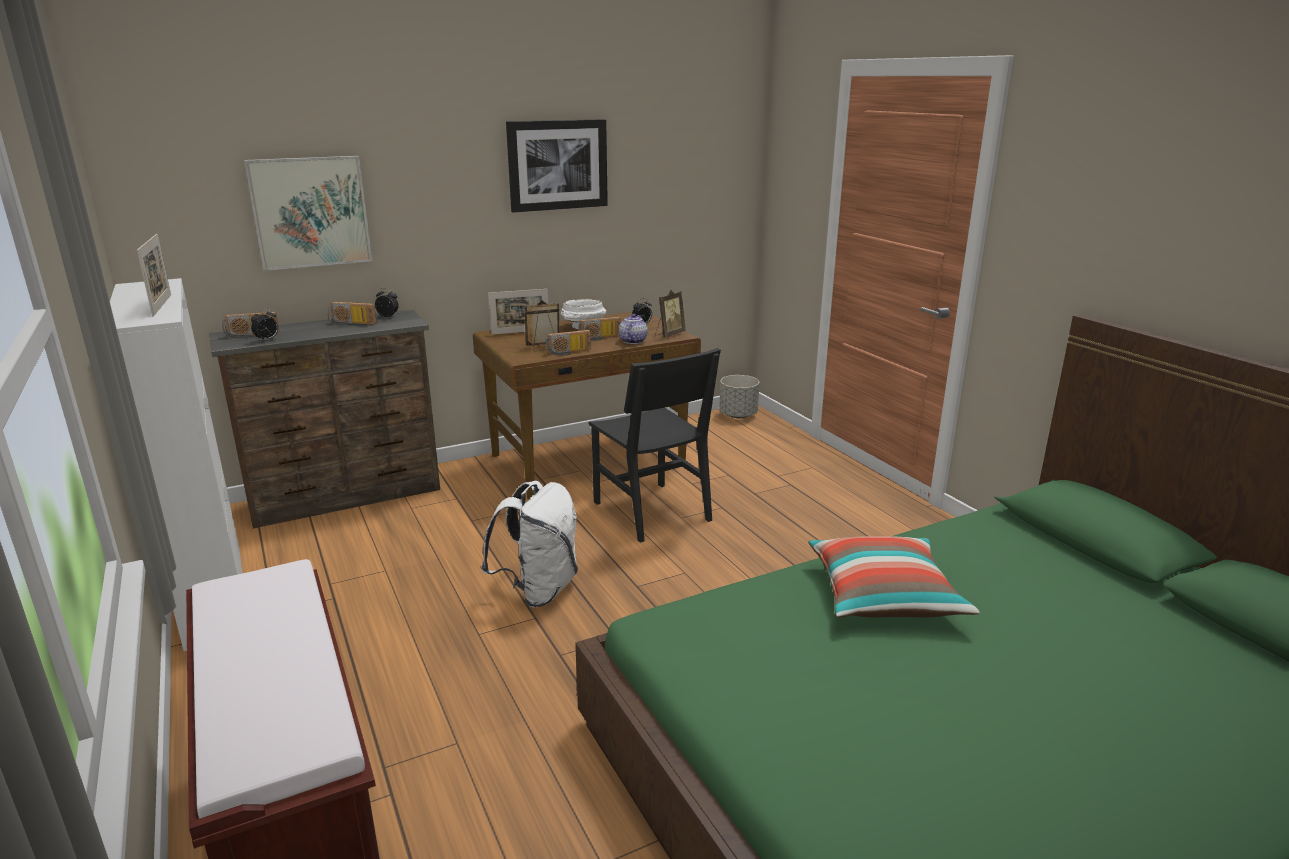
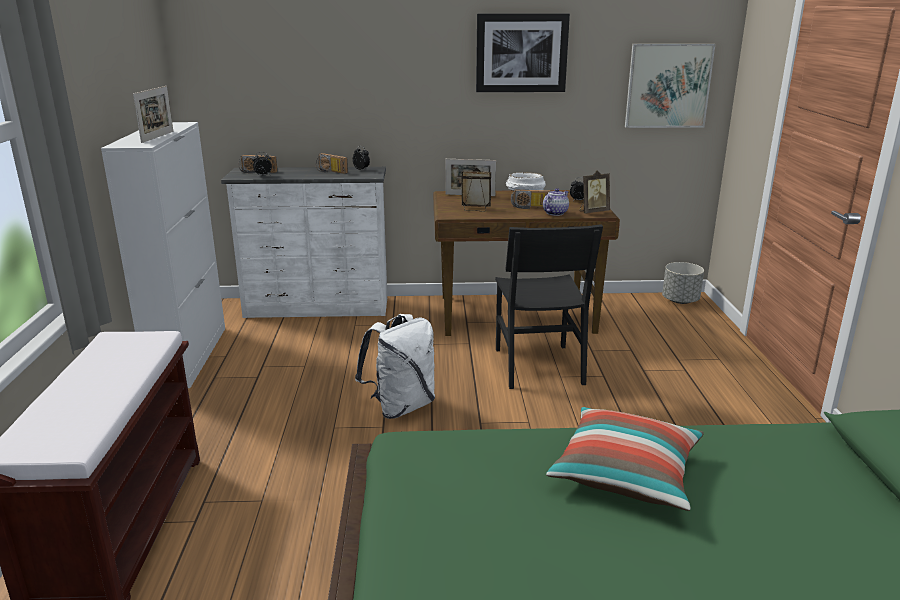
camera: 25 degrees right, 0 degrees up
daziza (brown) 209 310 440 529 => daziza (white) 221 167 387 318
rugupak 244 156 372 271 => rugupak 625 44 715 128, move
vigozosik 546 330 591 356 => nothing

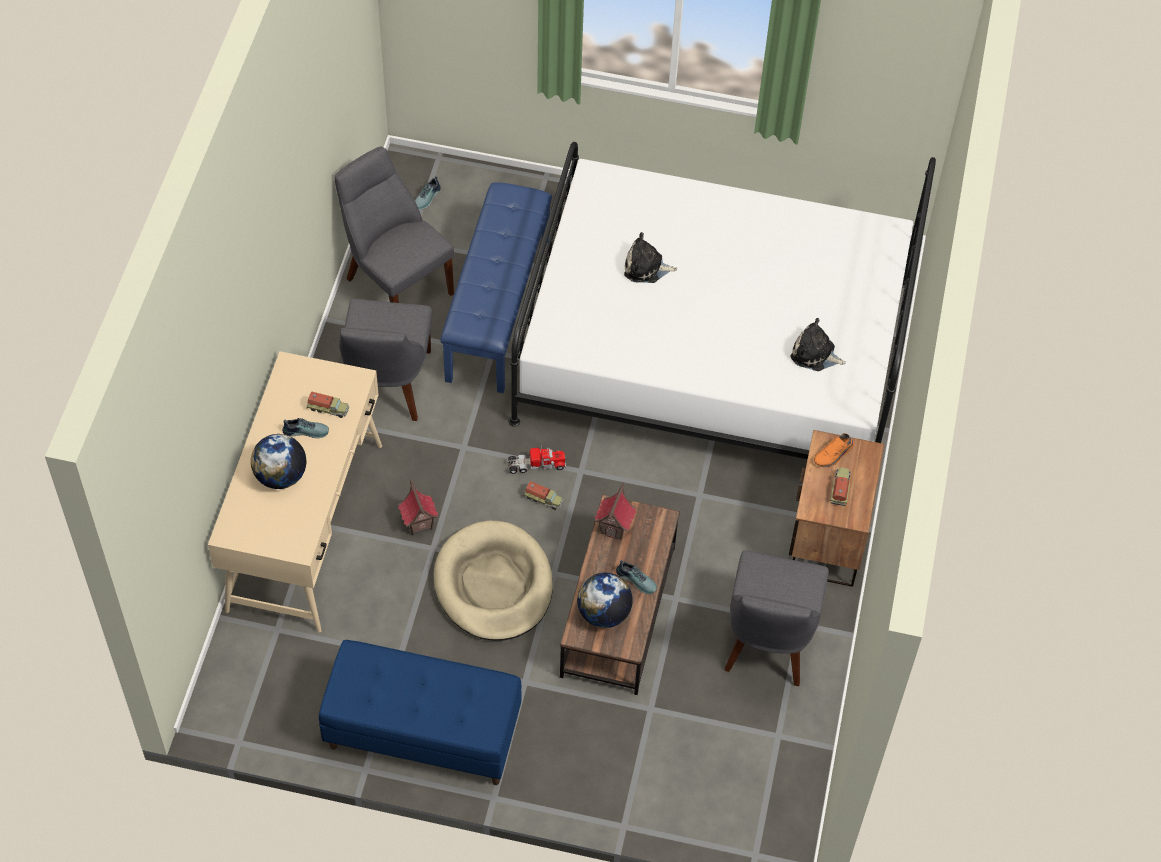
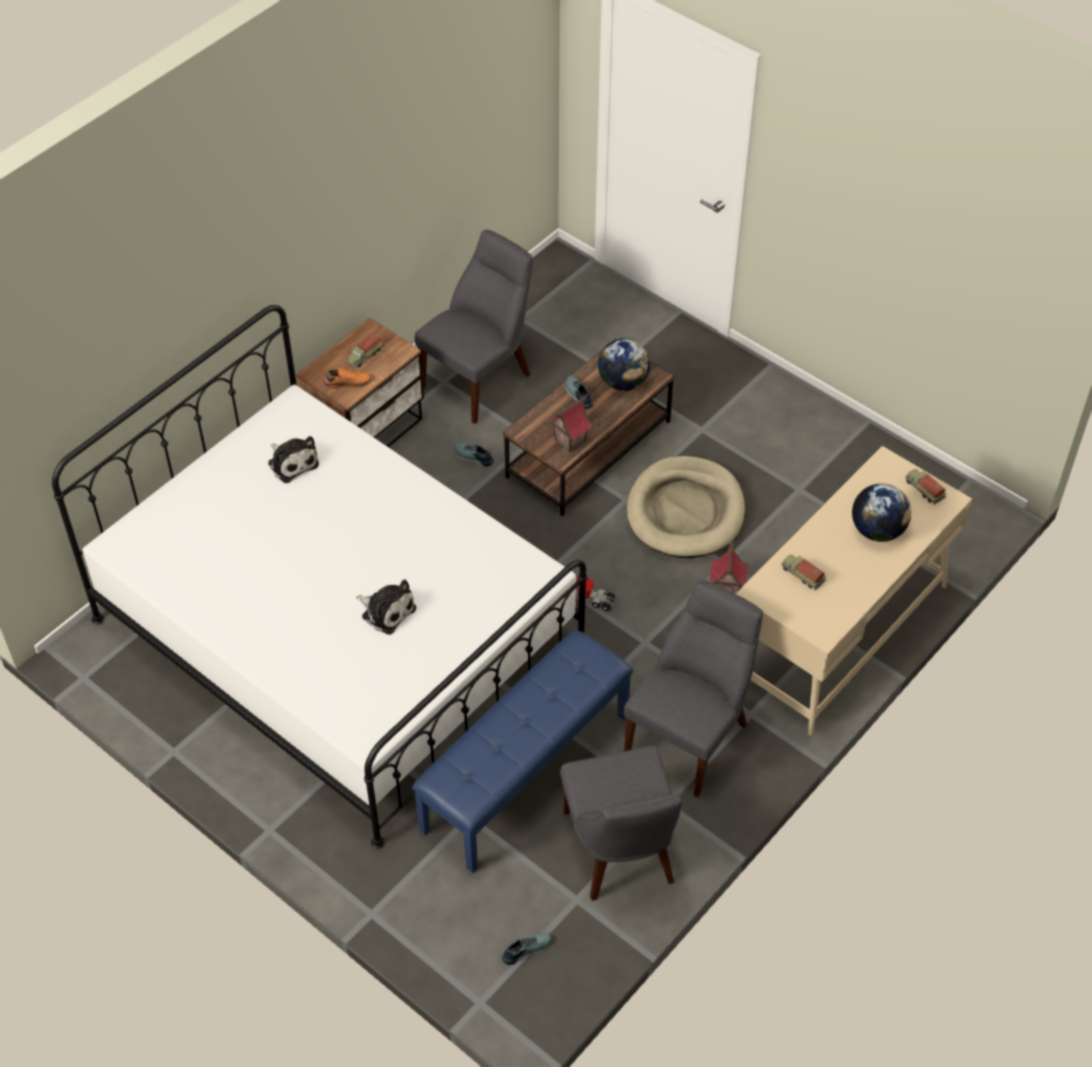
camera: 150 degrees left, 5 degrees down
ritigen 282 418 329 438 => ritigen 454 443 494 467, move
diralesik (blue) 319 640 522 785 => nothing
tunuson 523 481 564 510 => tunuson 905 469 946 505, move

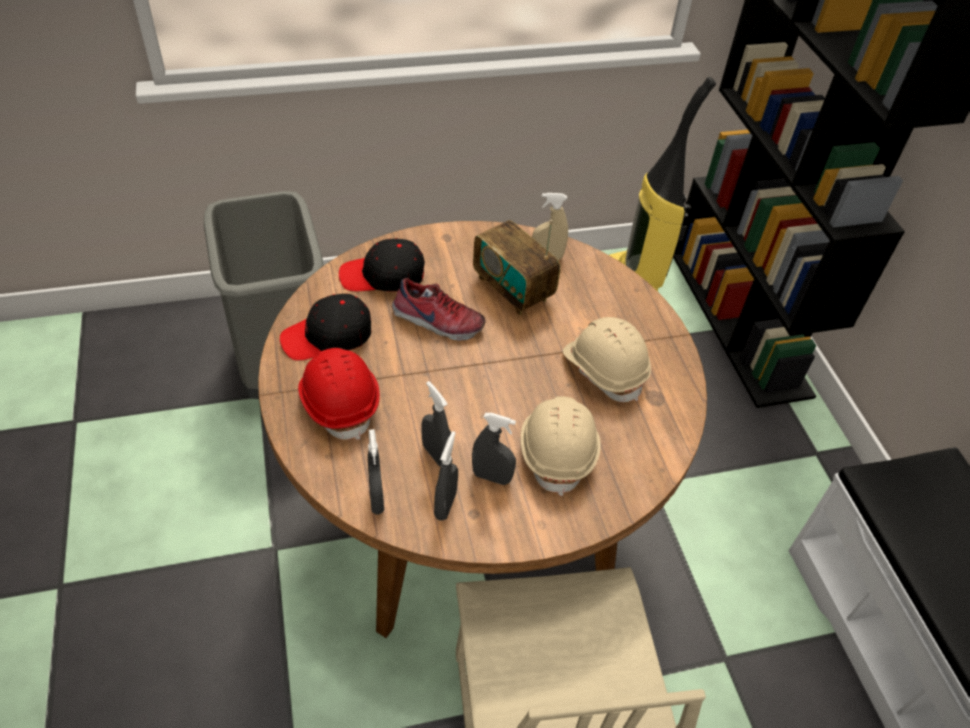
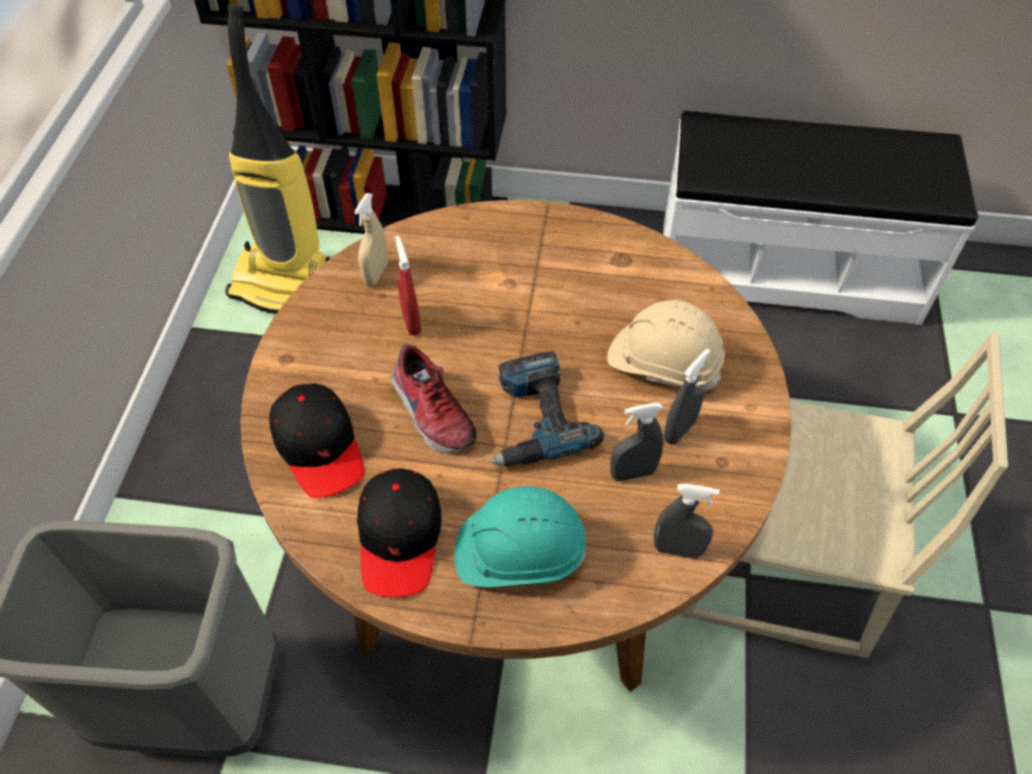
camera: 65 degrees left, 5 degrees up
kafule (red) 298 348 380 440 => kafule (turquoise) 454 486 586 587
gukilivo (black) 339 238 425 291 => gukilivo (black) 269 383 365 498, 45 degrees counterclockwise
ritigen 392 278 486 341 => ritigen 390 345 477 454, 105 degrees clockwise
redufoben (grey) 434 431 458 521 => nothing
vigozosik 473 220 561 315 => redufoben (red) 395 236 421 335
kafule (beige) 563 317 651 402 => nothing
nothing => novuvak 490 351 604 466

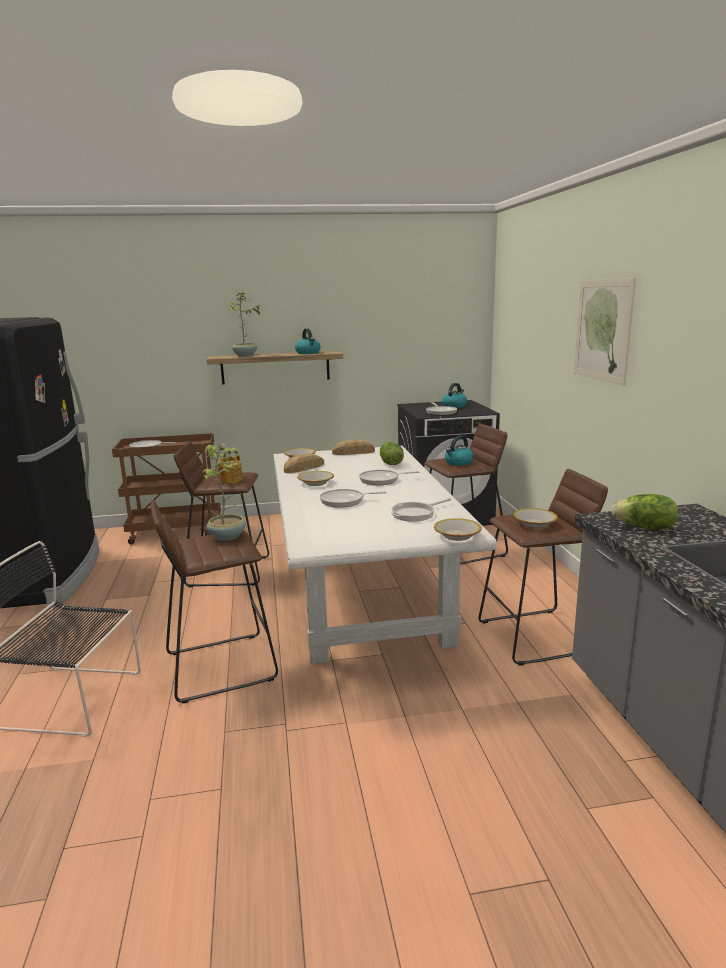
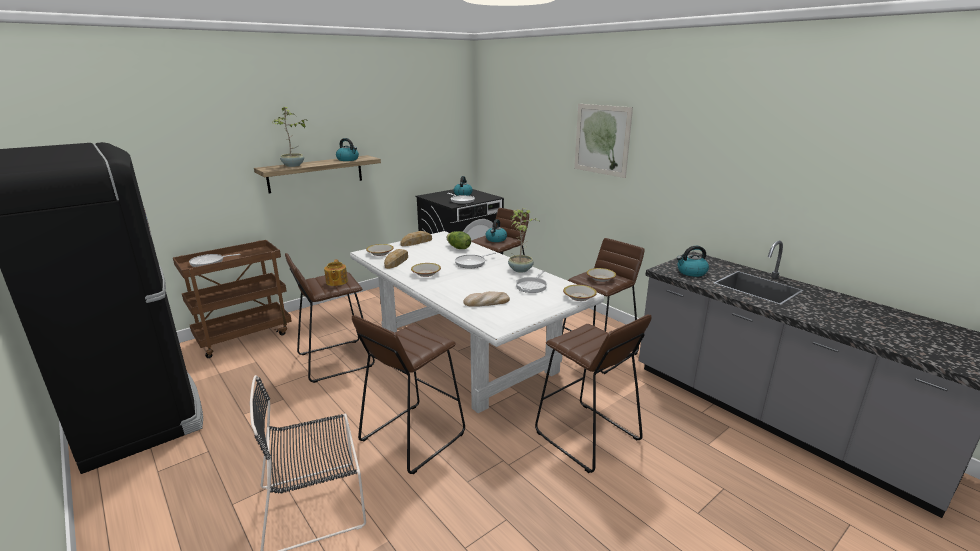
camera: 30 degrees left, 5 degrees up
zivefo 201 444 246 541 => zivefo 508 208 539 273, move
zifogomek 320 489 387 508 => nothing
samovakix 612 494 678 530 => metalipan 677 246 709 277
nothing => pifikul 463 291 510 307
nothing => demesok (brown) 535 315 652 473

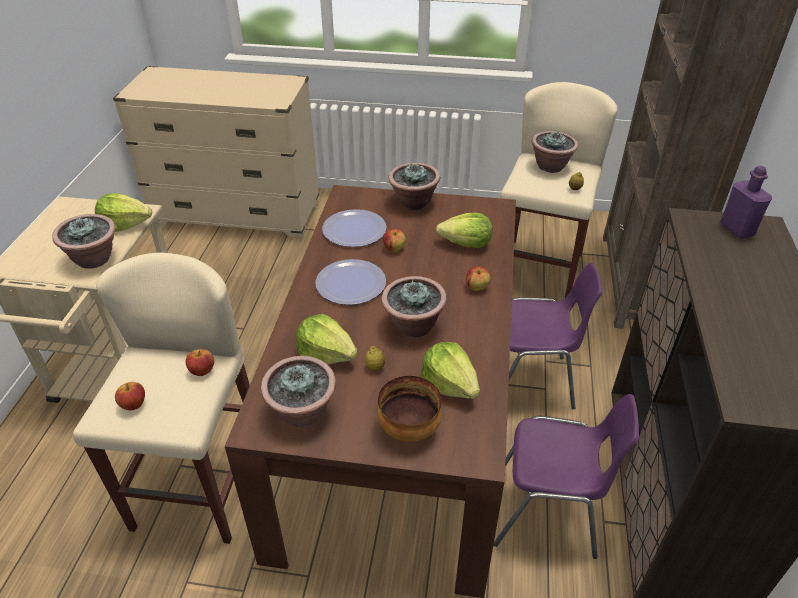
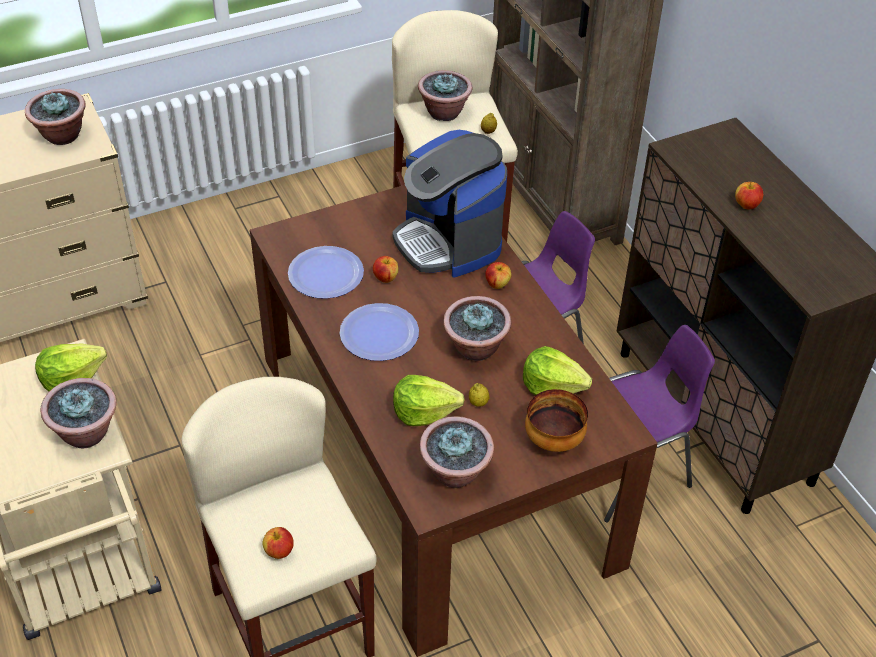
camera: 35 degrees left, 5 degrees up
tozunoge 185 349 214 376 => tozunoge 735 182 763 209, move
zivefo 388 163 440 210 => zivefo 25 89 86 145, move
samovakix 436 213 492 249 => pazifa 392 130 507 278
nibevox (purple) 720 166 772 238 => nothing

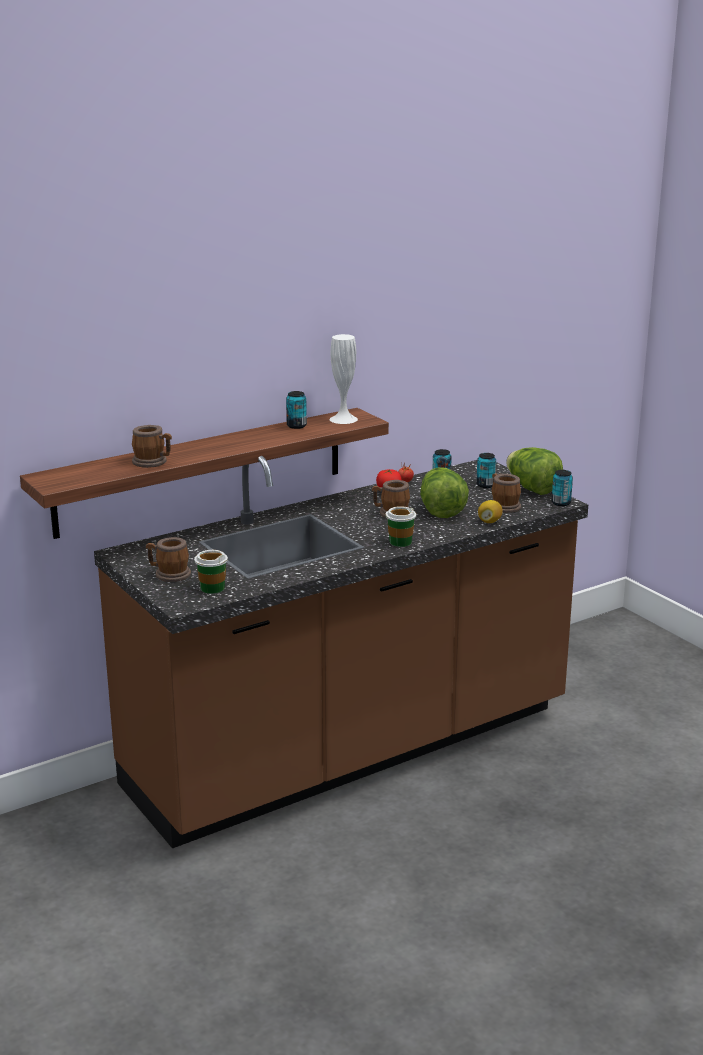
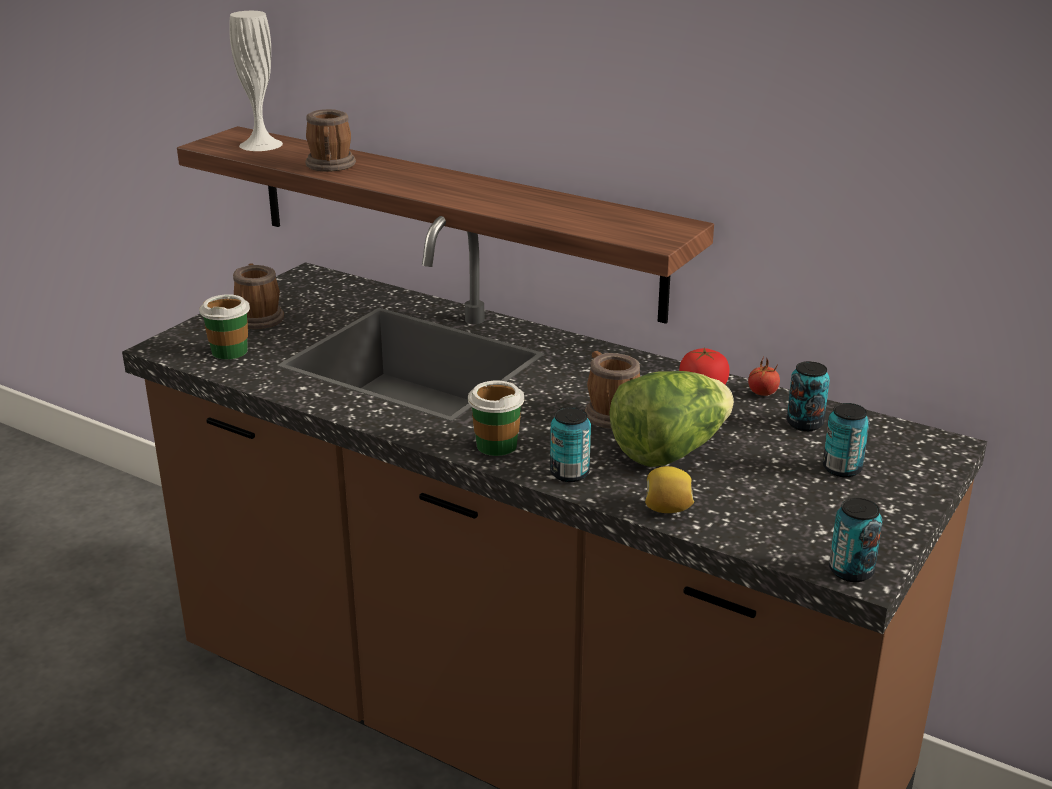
camera: 65 degrees right, 5 degrees up
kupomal 286 391 307 429 => kupomal 550 407 591 482, move
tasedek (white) 330 334 358 424 => tasedek (white) 229 11 283 151, move
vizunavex 492 473 521 513 => nothing
samovakix 506 447 563 495 => nothing

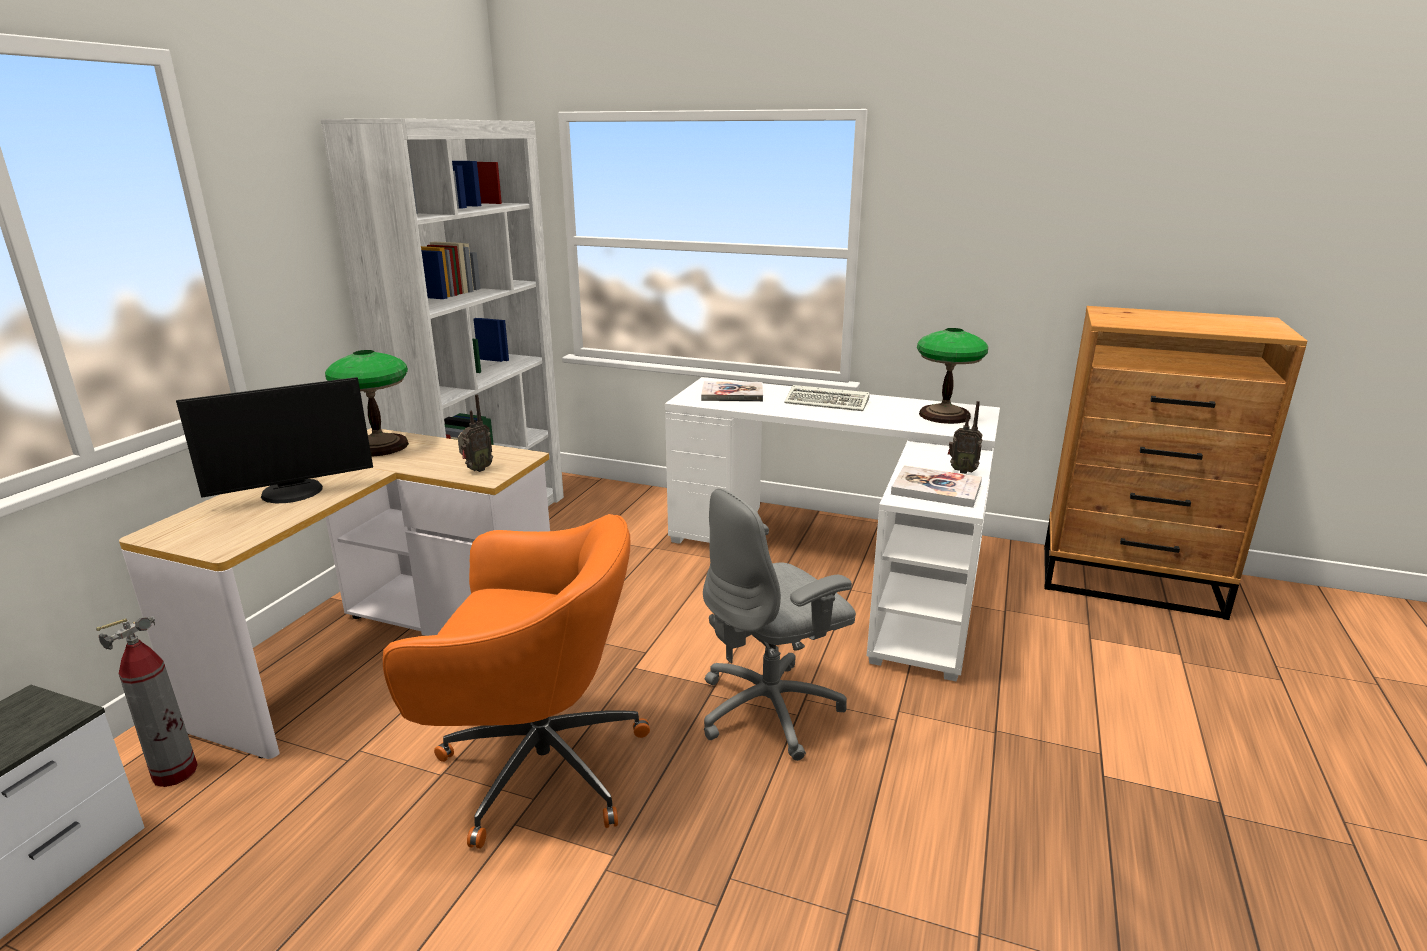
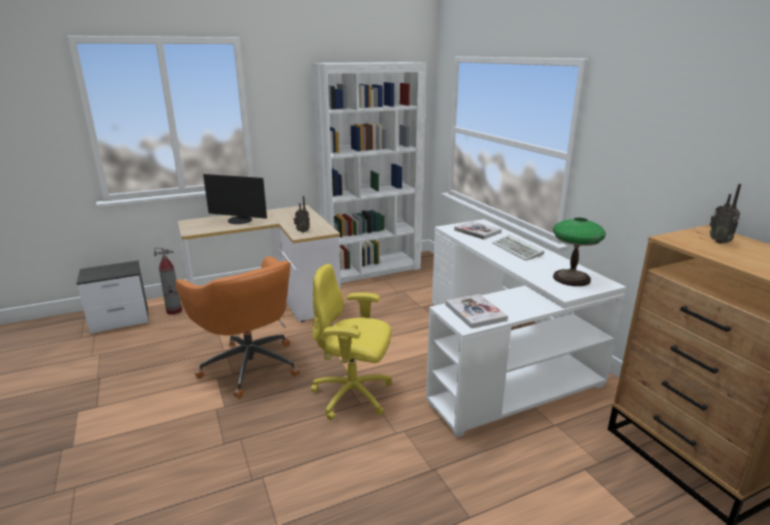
camera: 45 degrees right, 0 degrees up
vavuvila 325 350 409 457 => nothing
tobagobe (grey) 703 488 856 761 => tobagobe (yellow) 311 264 392 420
vigozosik 948 401 983 474 => vigozosik 710 184 741 244, move

